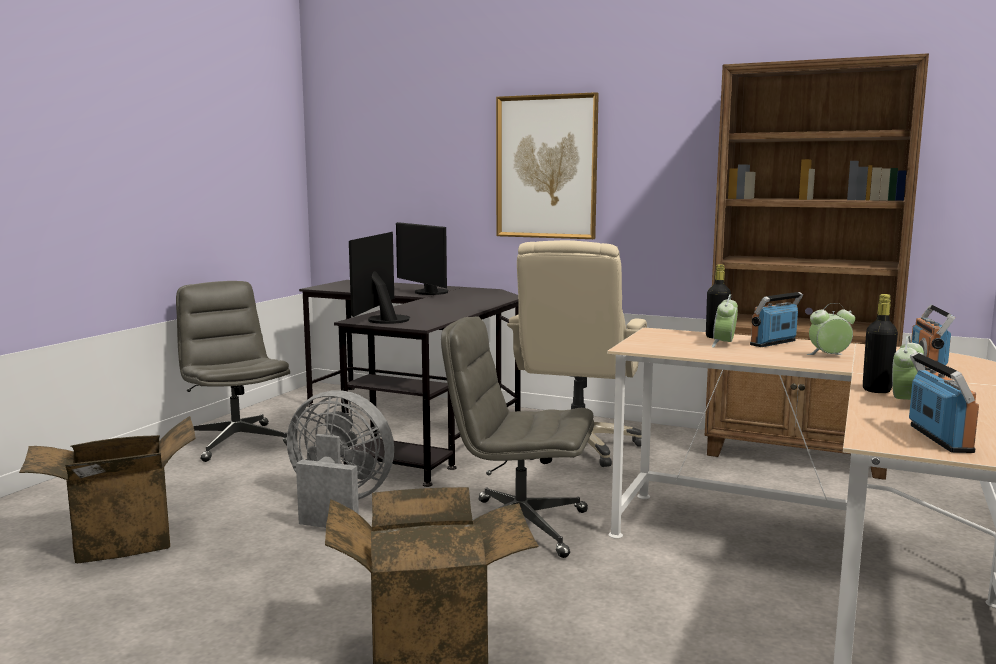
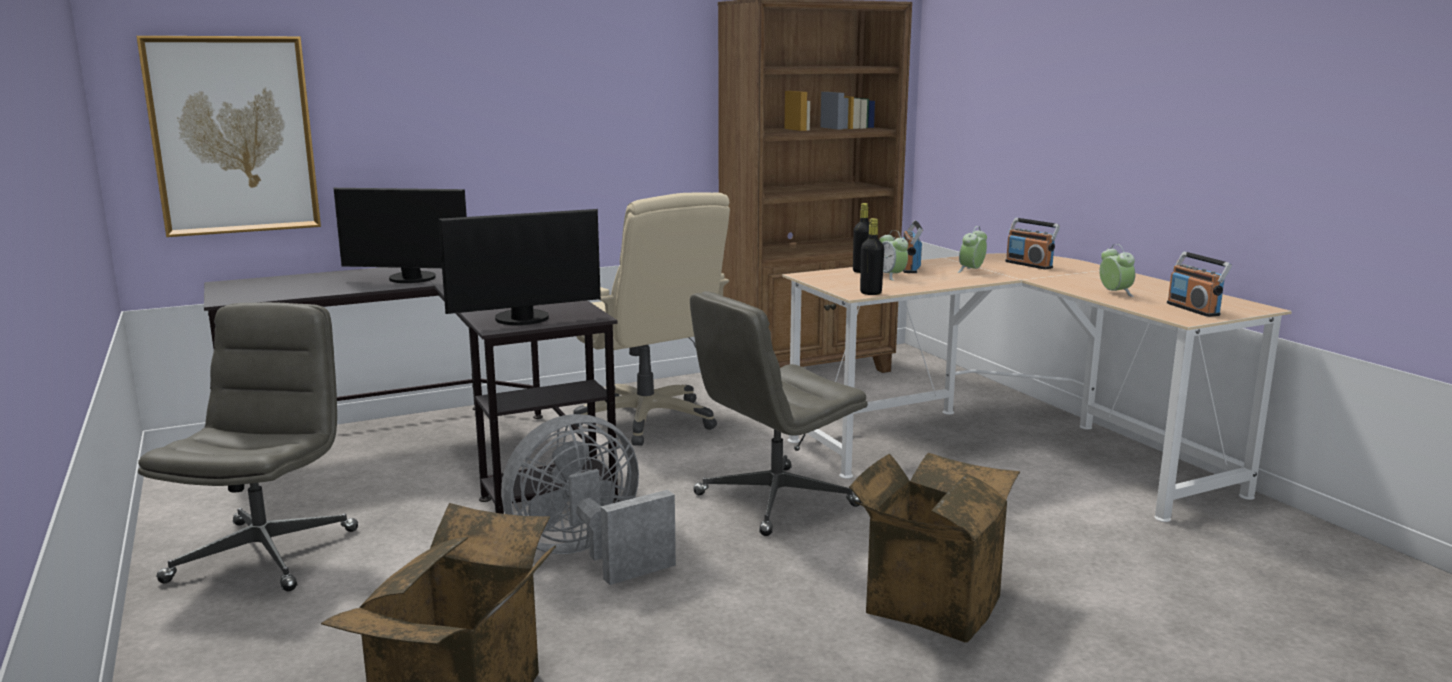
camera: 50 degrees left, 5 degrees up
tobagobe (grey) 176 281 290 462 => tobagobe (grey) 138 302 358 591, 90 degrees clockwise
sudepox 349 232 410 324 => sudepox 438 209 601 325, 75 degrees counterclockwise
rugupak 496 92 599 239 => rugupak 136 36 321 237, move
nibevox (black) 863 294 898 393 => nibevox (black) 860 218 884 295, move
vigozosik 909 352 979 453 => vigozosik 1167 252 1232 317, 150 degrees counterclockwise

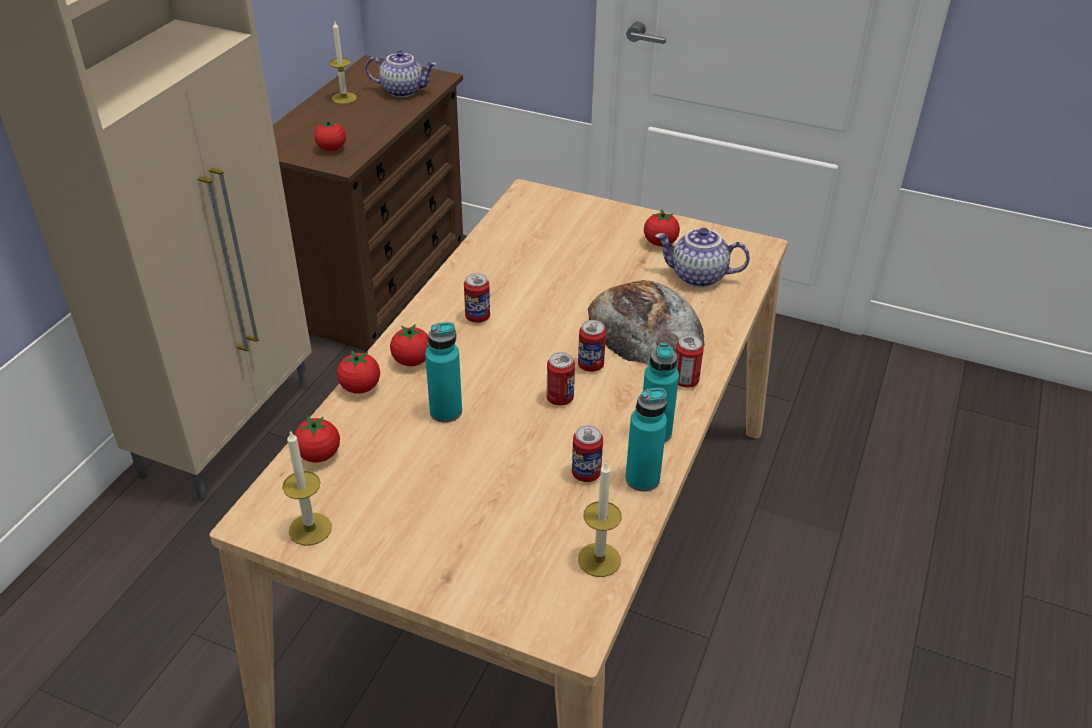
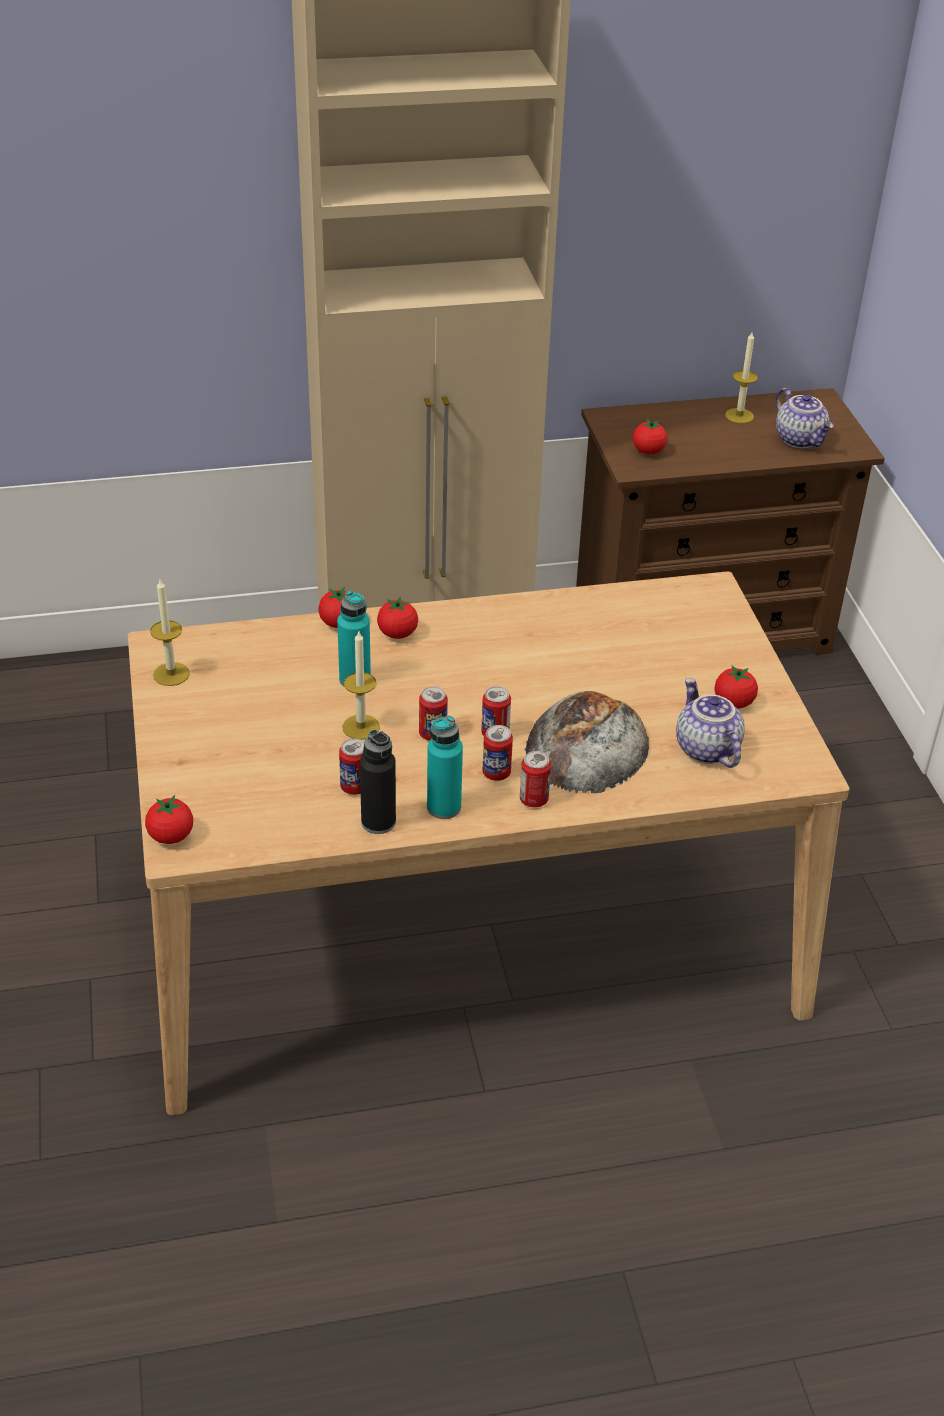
camera: 55 degrees right, 0 degrees up
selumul 294 416 340 463 => selumul 145 795 193 844, move
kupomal 464 273 490 323 => kupomal 483 725 513 781, move
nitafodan 578 462 621 577 => nitafodan 342 631 380 740, move
nibevox (turquoise) 625 388 667 492 => nibevox (black) 360 729 396 834

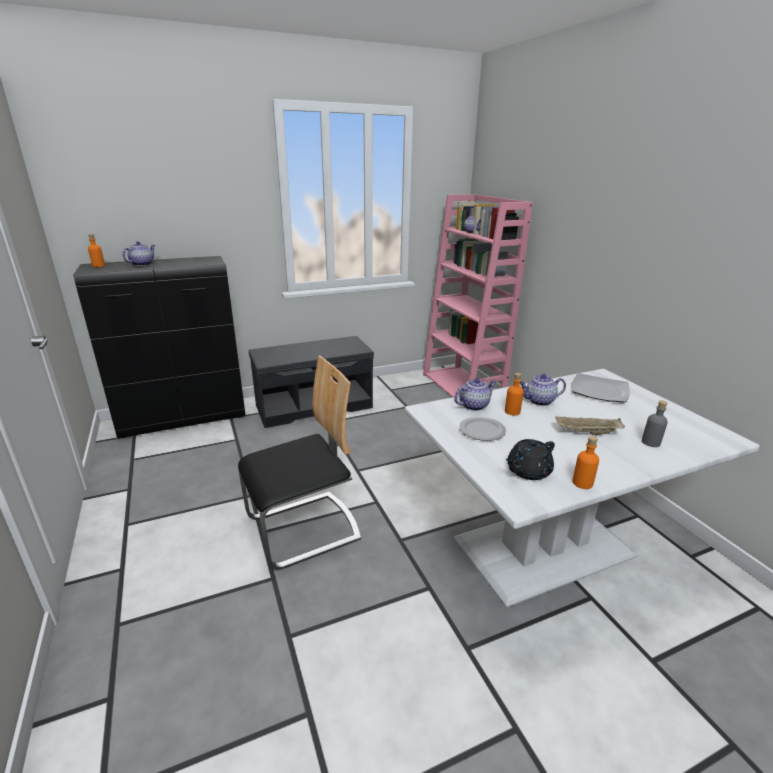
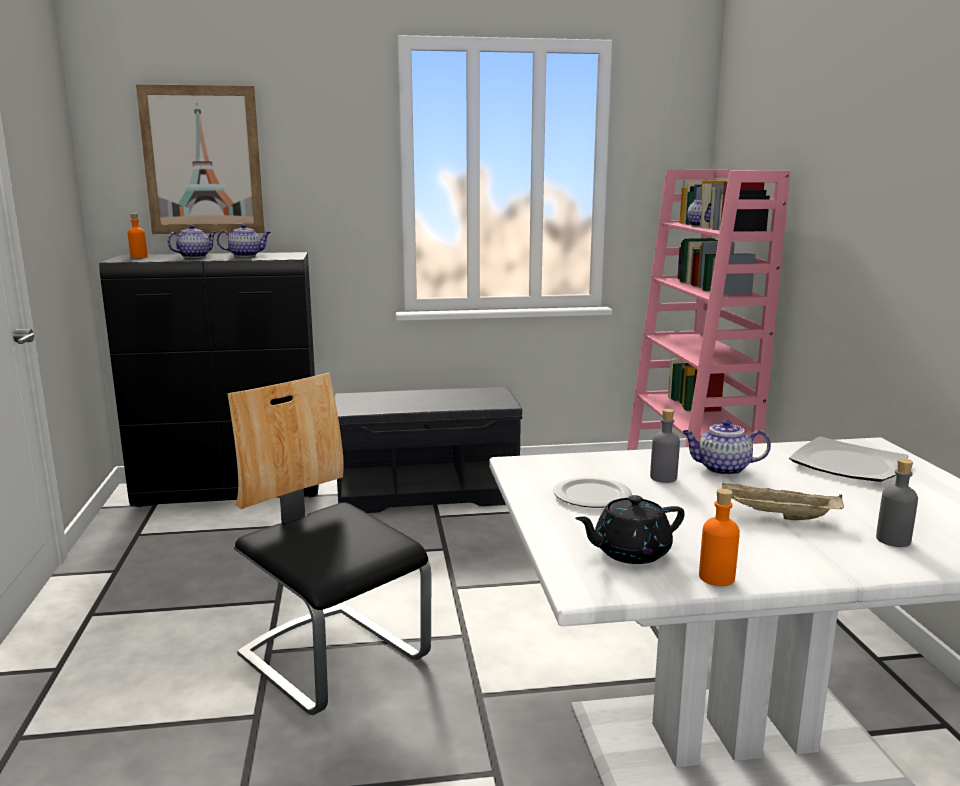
camera: 15 degrees right, 10 degrees down
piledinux 238 356 361 570 => piledinux 227 373 432 715, 120 degrees counterclockwise
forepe 454 378 496 411 => forepe 217 224 271 257, move
nibevox (orange) 505 373 524 415 => nibevox (grey) 650 409 680 483
nothing => rugupak 136 84 265 234

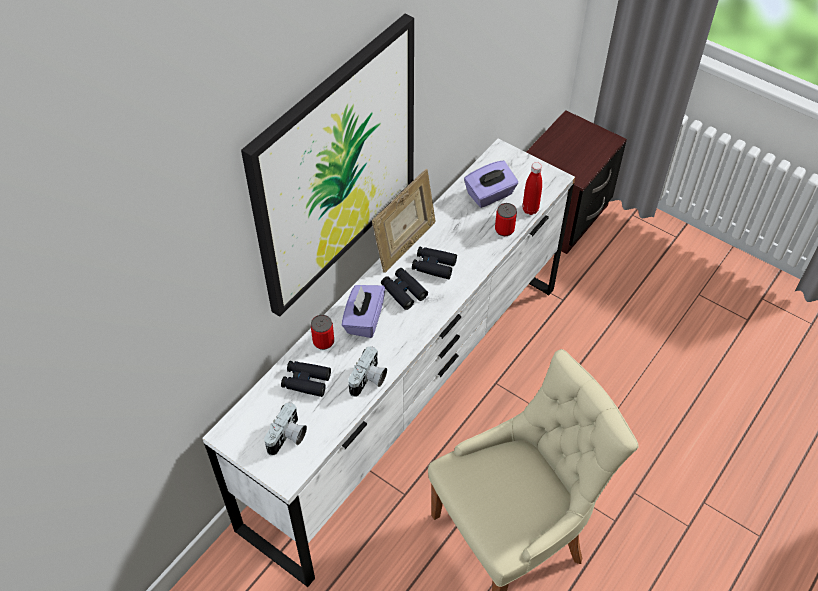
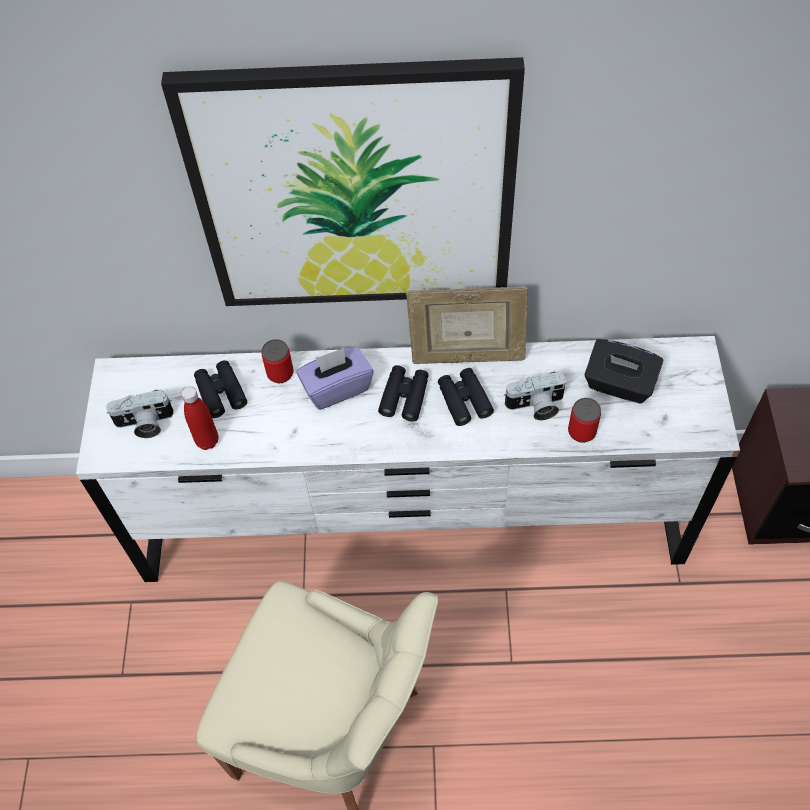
camera: 55 degrees right, 5 degrees up
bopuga 348 346 387 397 => bopuga 504 372 567 420, move
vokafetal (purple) 464 161 518 208 => vokafetal (black) 585 339 663 404
nibevox (red) 522 162 542 215 => nibevox (red) 181 386 218 450, move

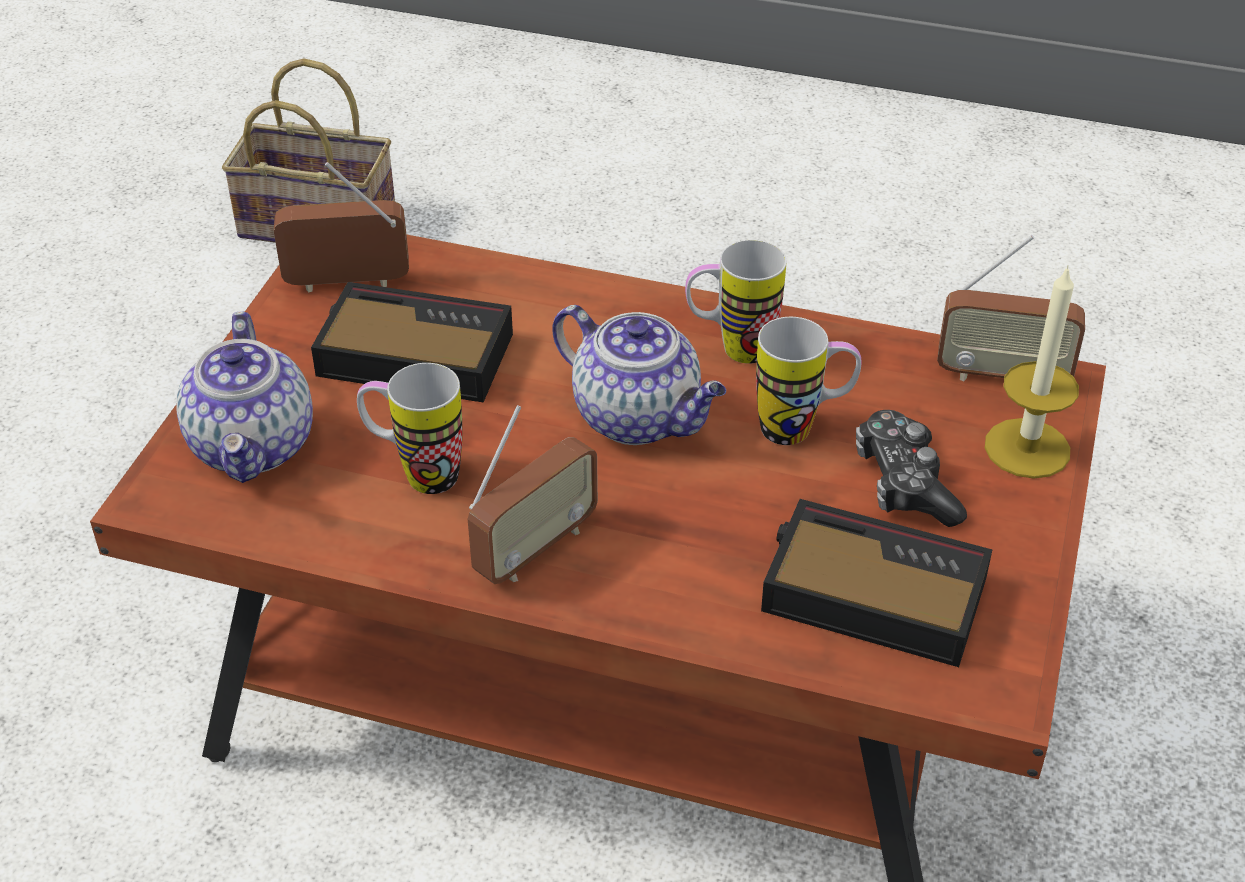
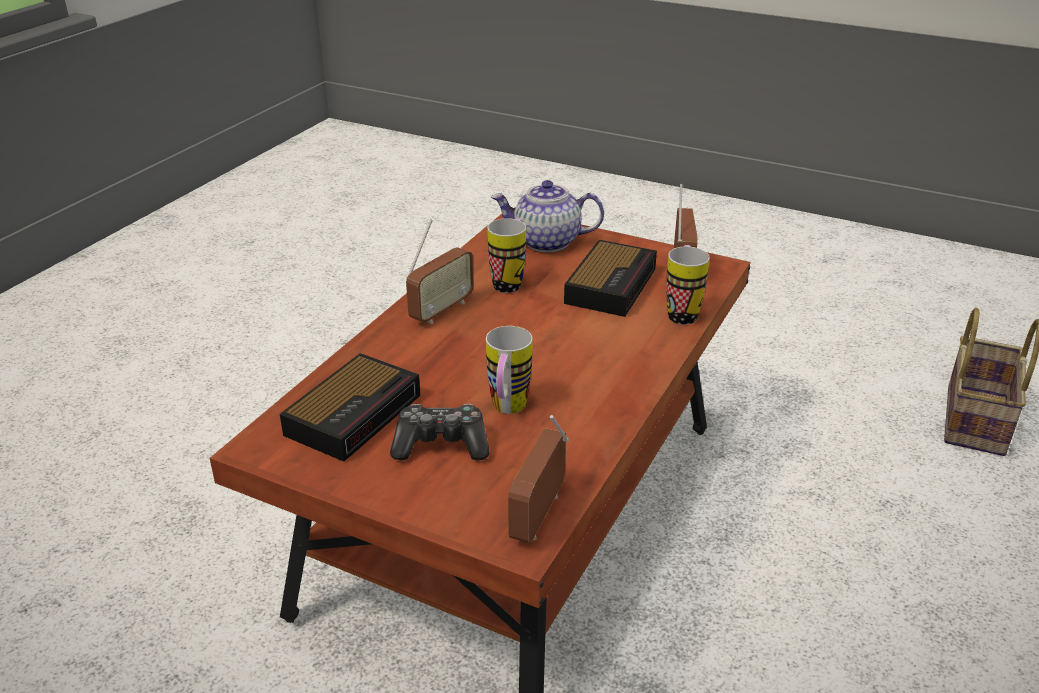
camera: 100 degrees right, 10 degrees down
vigozosik 468 405 598 584 => vigozosik 406 219 474 324, 105 degrees counterclockwise
forepe 552 305 726 445 => nothing
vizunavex 685 240 787 364 => vizunavex 666 245 710 325, move
nitafodan 985 265 1079 479 => nothing

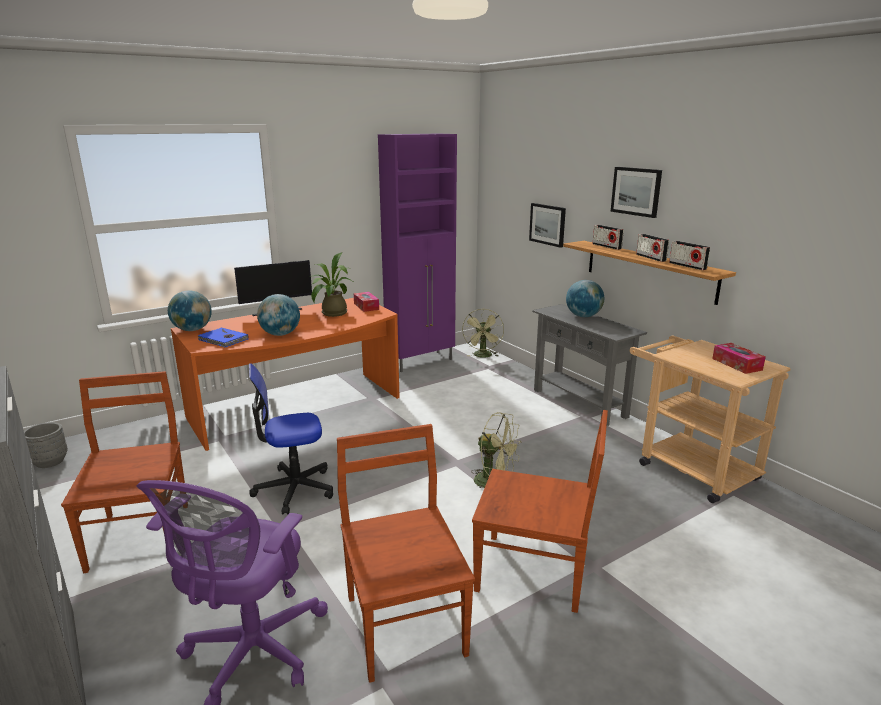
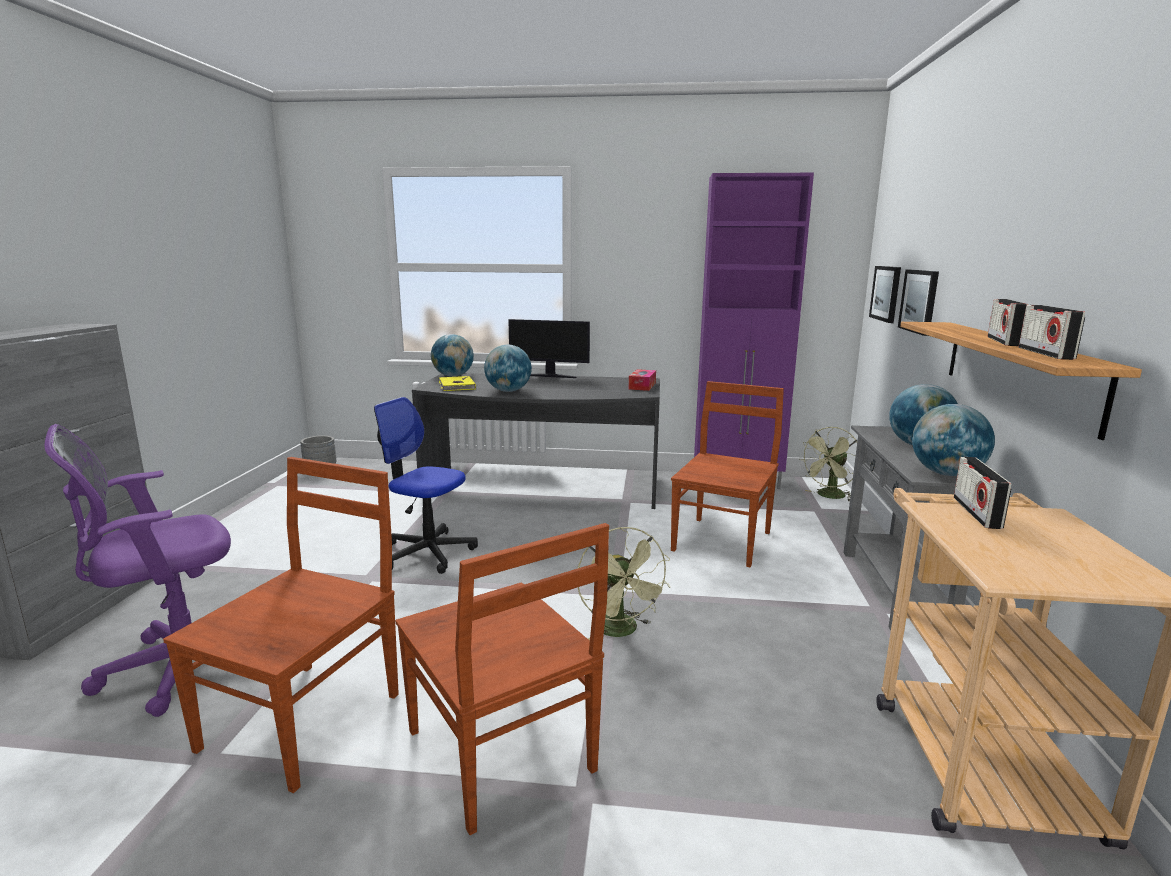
camera: 40 degrees right, 5 degrees down
piledinux (brown) 61 371 185 573 => piledinux (brown) 671 381 784 567, move
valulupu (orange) 171 298 400 451 => valulupu (grey) 412 373 660 509
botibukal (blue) 198 328 249 347 => botibukal (yellow) 438 376 476 391
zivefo 309 252 353 317 => nothing
vigozosik 593 225 624 250 => vigozosik 954 457 1012 529, move
rugupak 610 167 662 218 => rugupak 869 266 901 323, move
vokafetal 712 343 766 374 => nothing
nothing => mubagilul 912 404 995 476

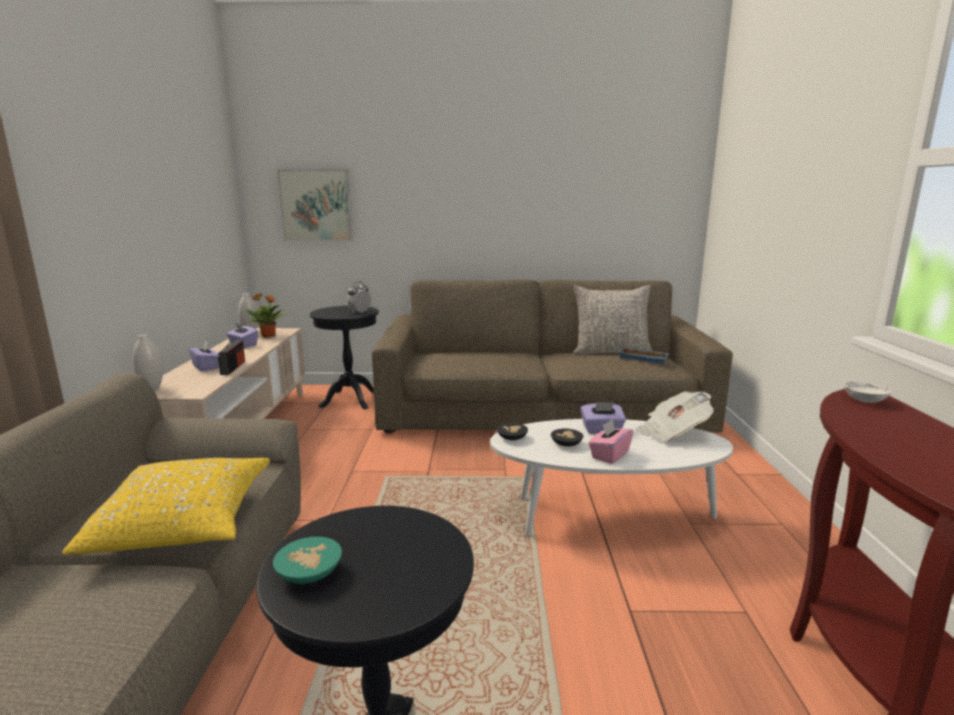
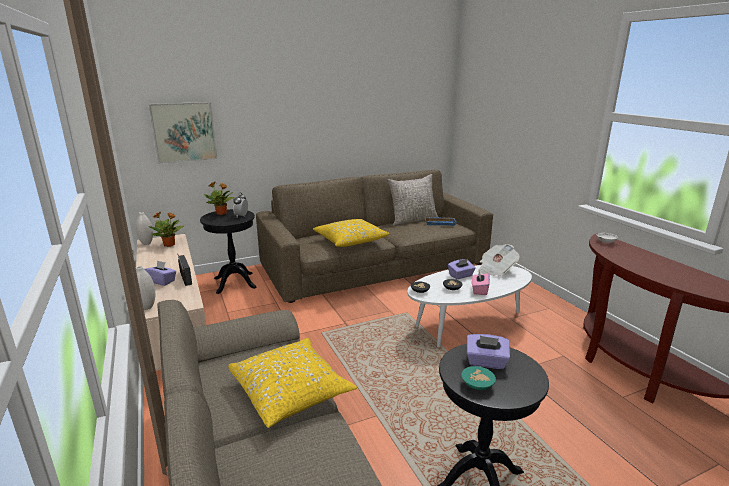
camera: 25 degrees left, 5 degrees up
vokafetal (purple) 226 323 258 348 => vokafetal (purple) 467 334 510 369, move
nothing => zivefo 203 181 235 215
nothing => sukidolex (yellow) 313 219 389 247

